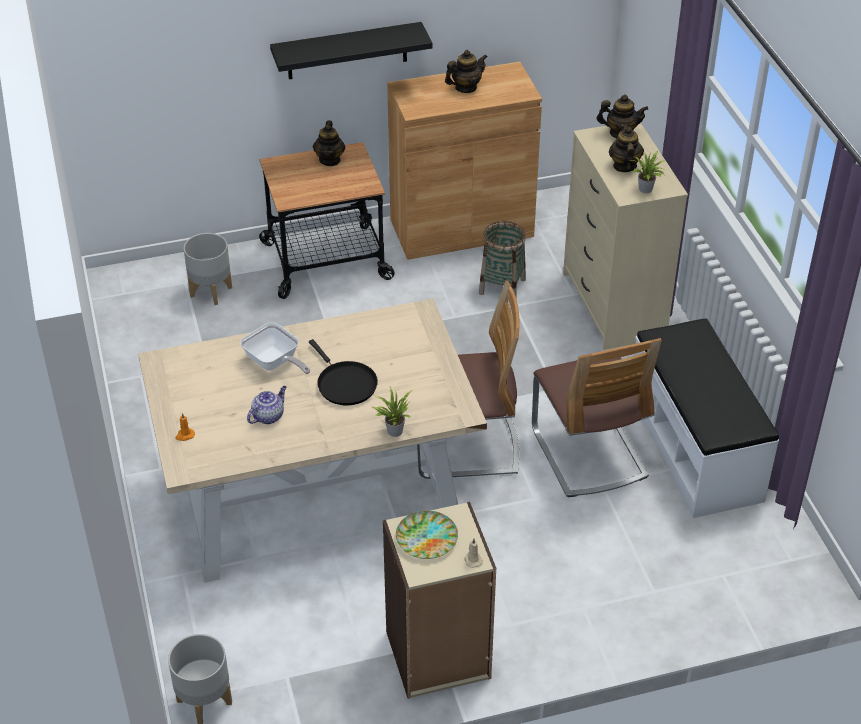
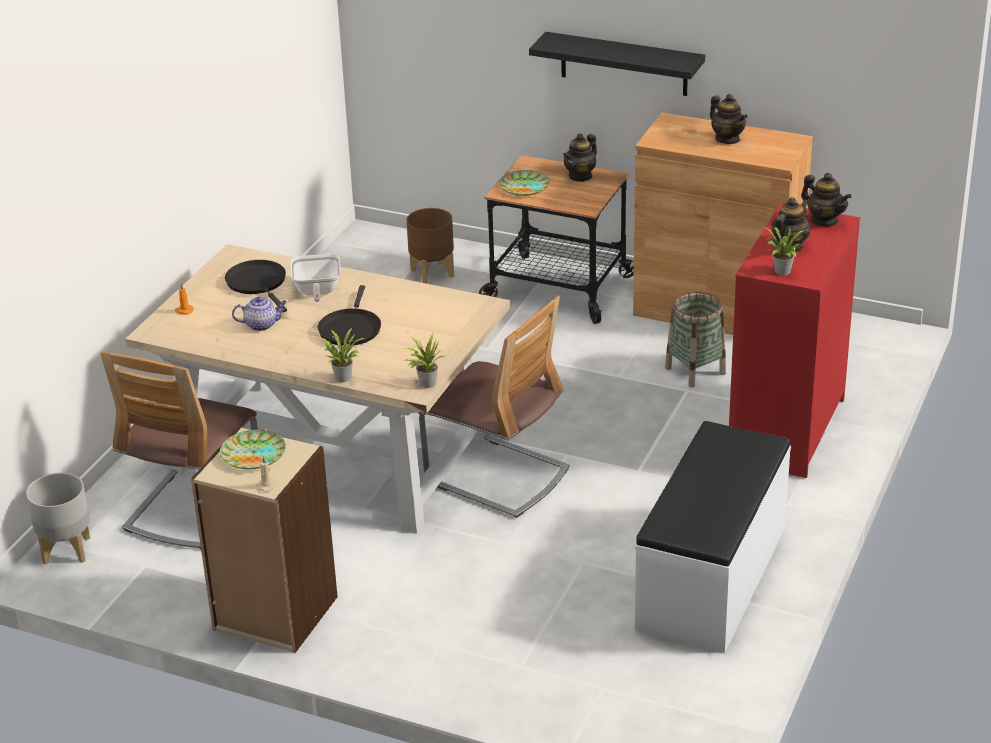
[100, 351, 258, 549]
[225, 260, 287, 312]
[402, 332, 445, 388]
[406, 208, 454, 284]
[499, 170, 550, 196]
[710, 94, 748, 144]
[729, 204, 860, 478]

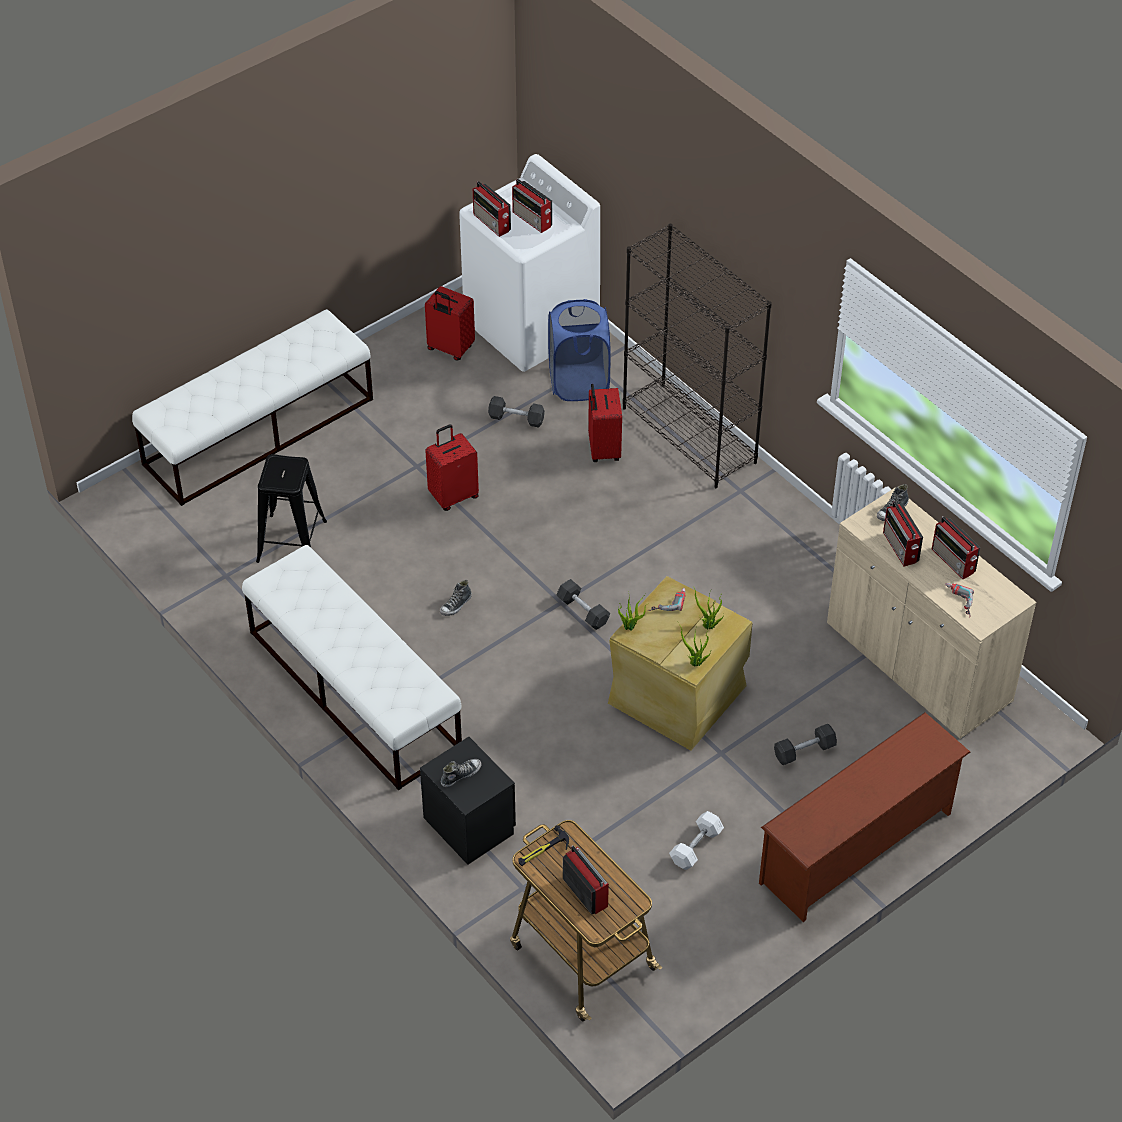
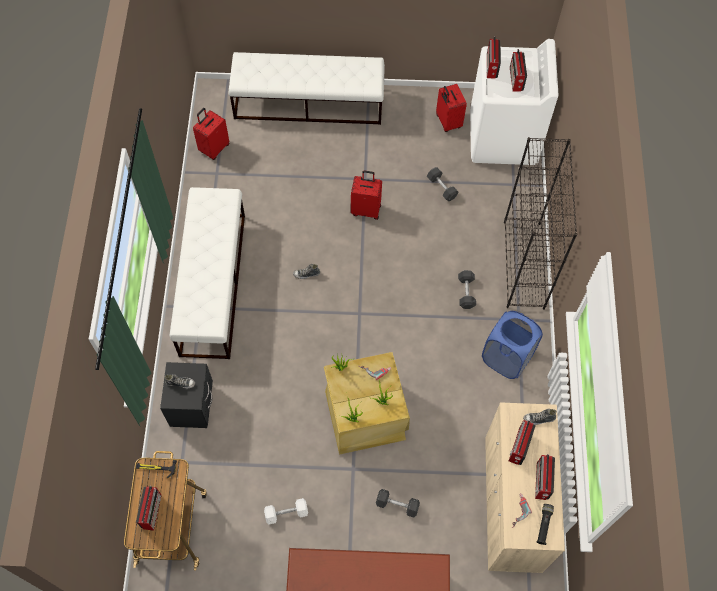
[193, 108, 229, 160]
[458, 270, 476, 309]
[482, 311, 543, 379]
[537, 504, 554, 545]
[256, 454, 327, 563] (first image)

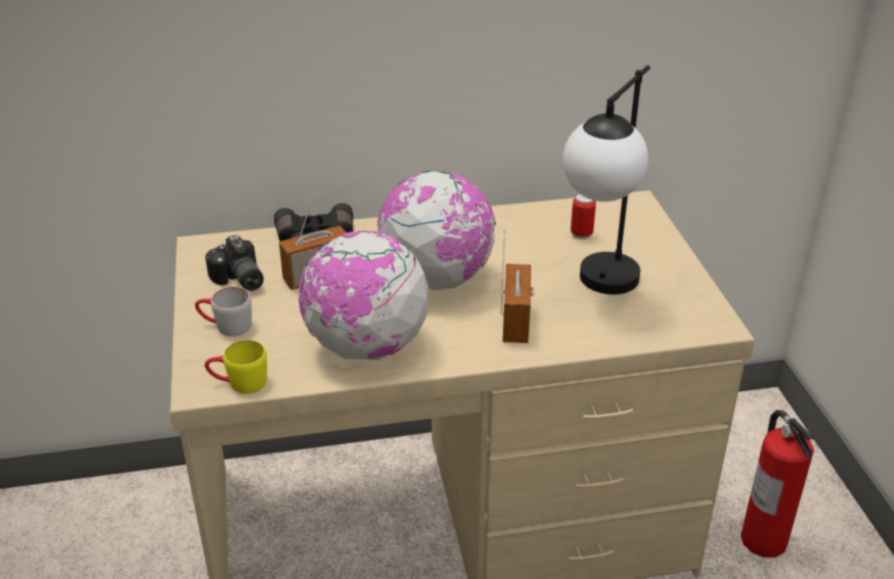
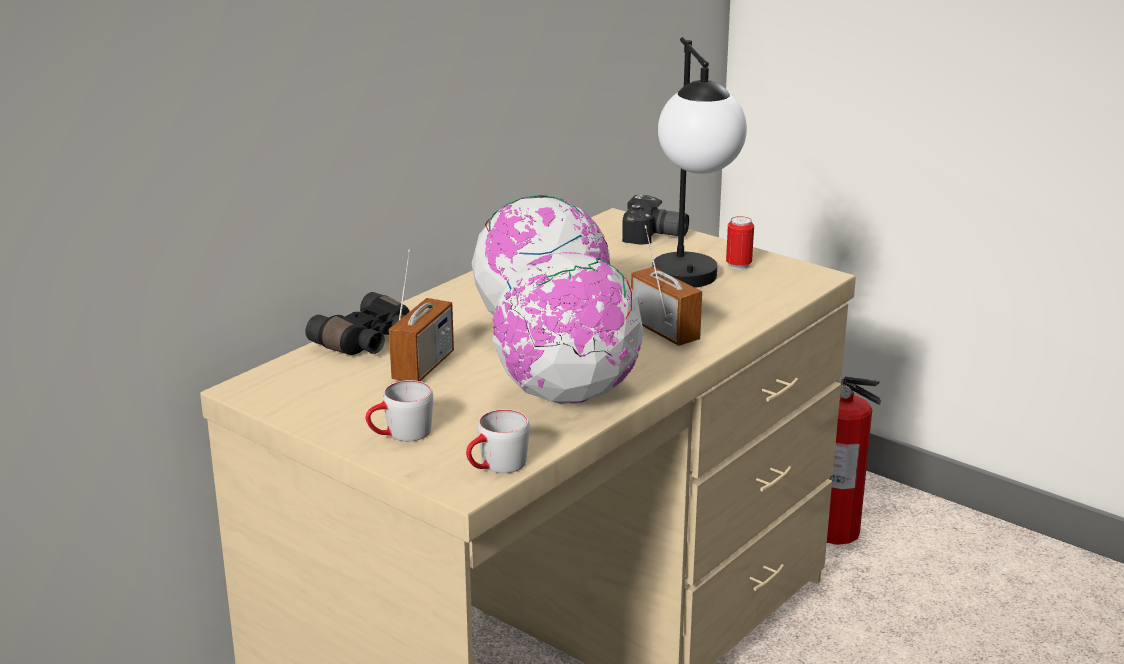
[466, 409, 530, 473]
[622, 195, 689, 245]
[726, 216, 754, 270]

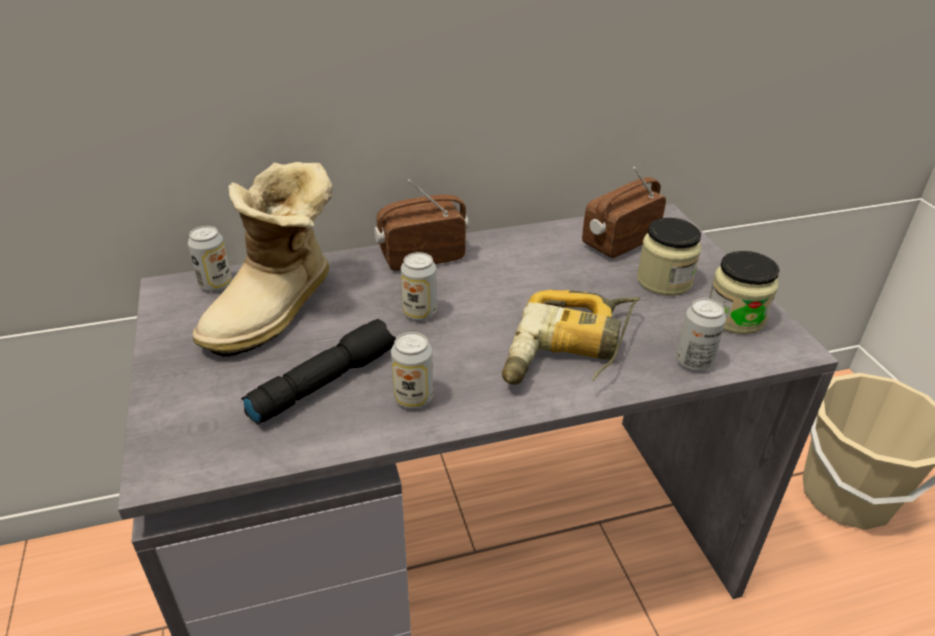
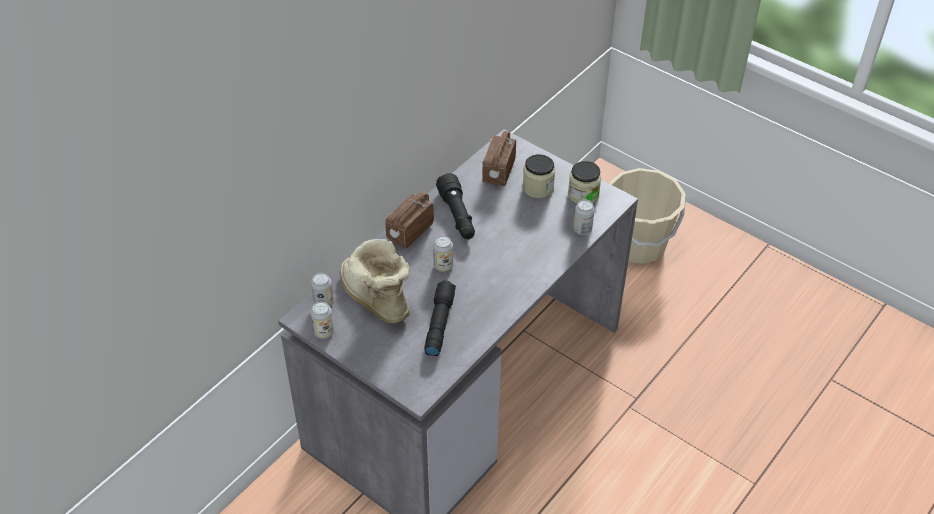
[311, 302, 334, 339]
[340, 239, 410, 324]
[436, 173, 475, 239]
[502, 290, 640, 385] (first image)

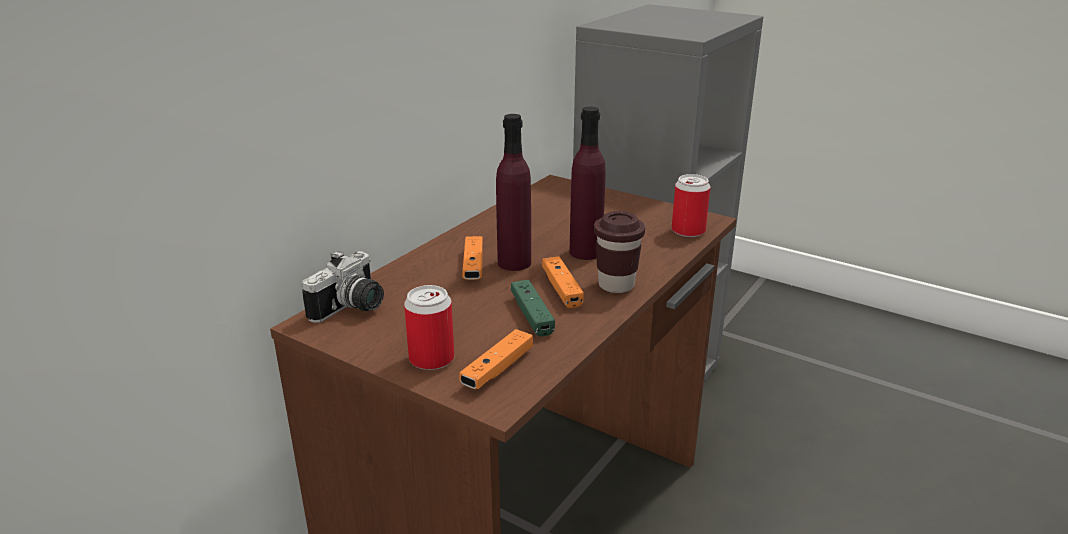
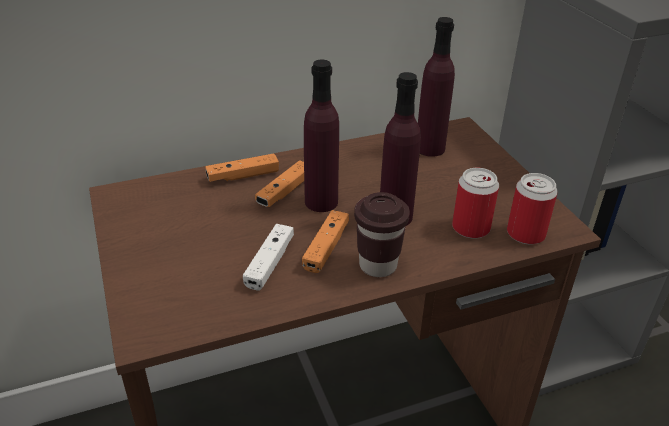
[205, 154, 279, 182]
[243, 224, 294, 290]
[418, 17, 455, 157]
[452, 168, 499, 239]
[302, 251, 384, 323] (first image)

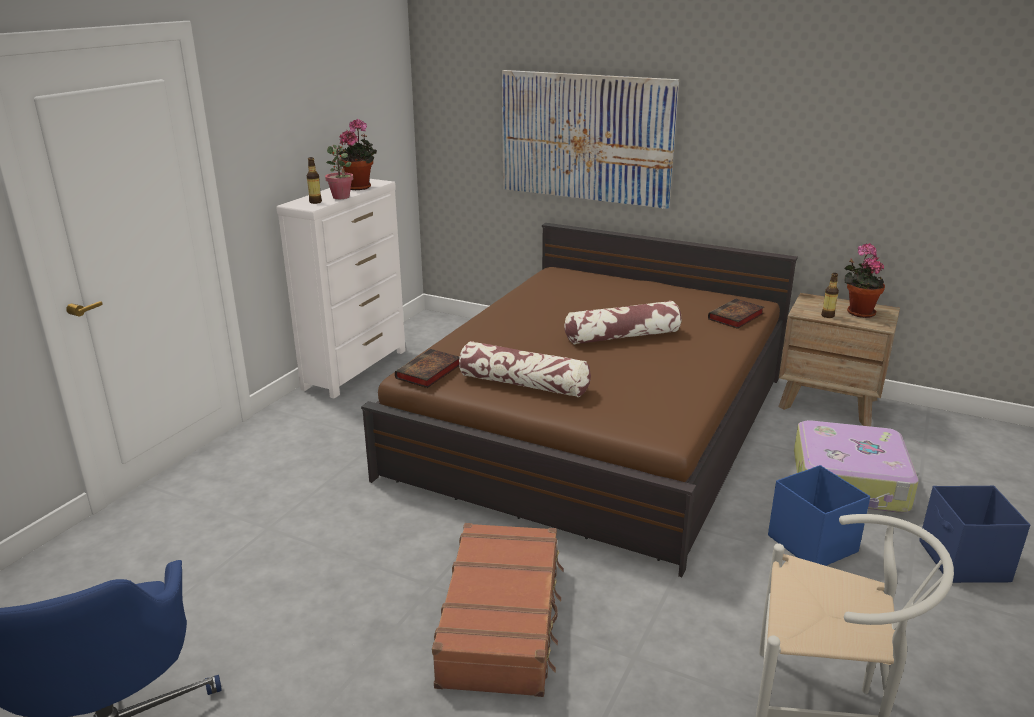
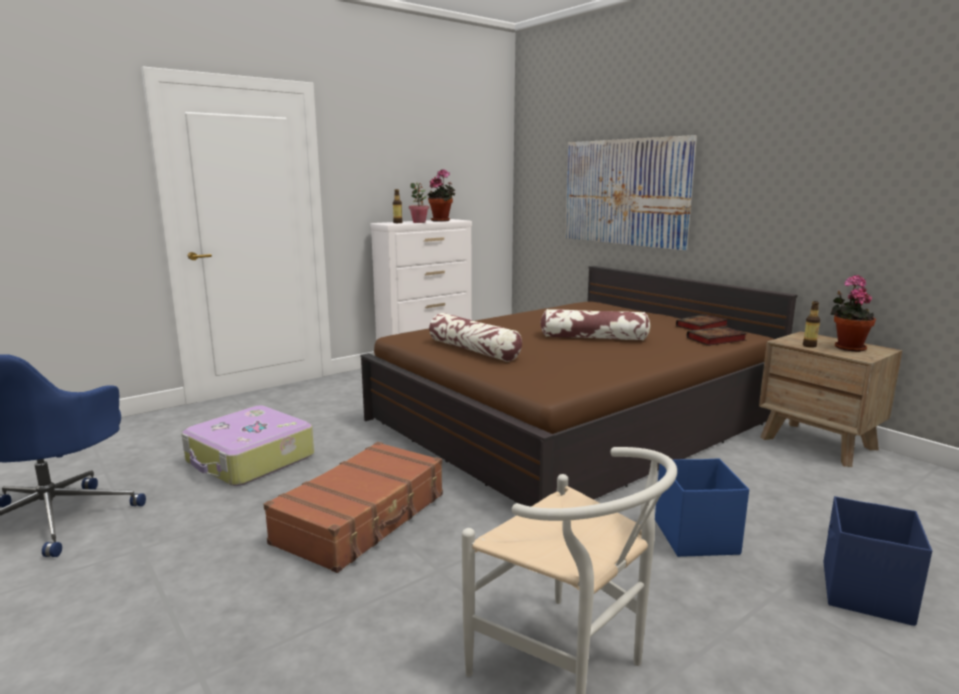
[182, 405, 314, 486]
[676, 314, 729, 330]

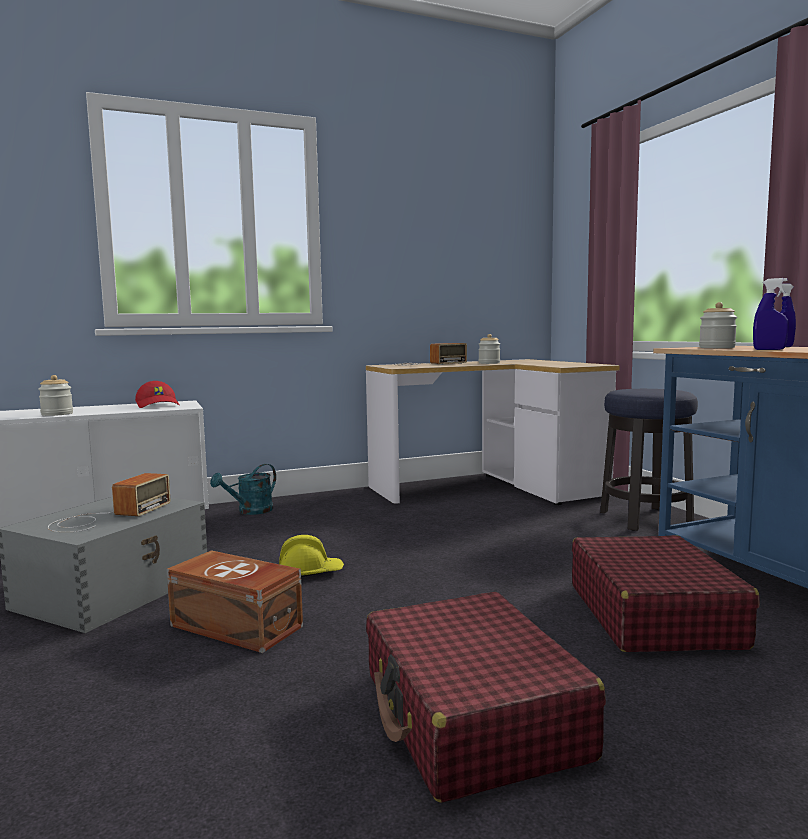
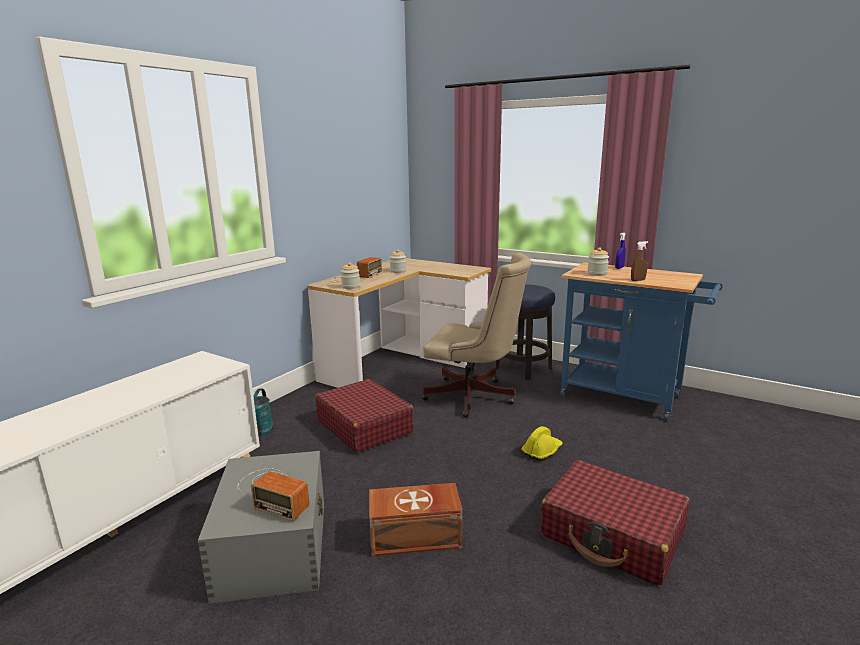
[237, 468, 310, 521]
[315, 379, 414, 453]
[341, 262, 360, 289]
[422, 253, 531, 417]
[521, 426, 563, 461]
[631, 241, 648, 281]
[135, 381, 180, 408] (first image)

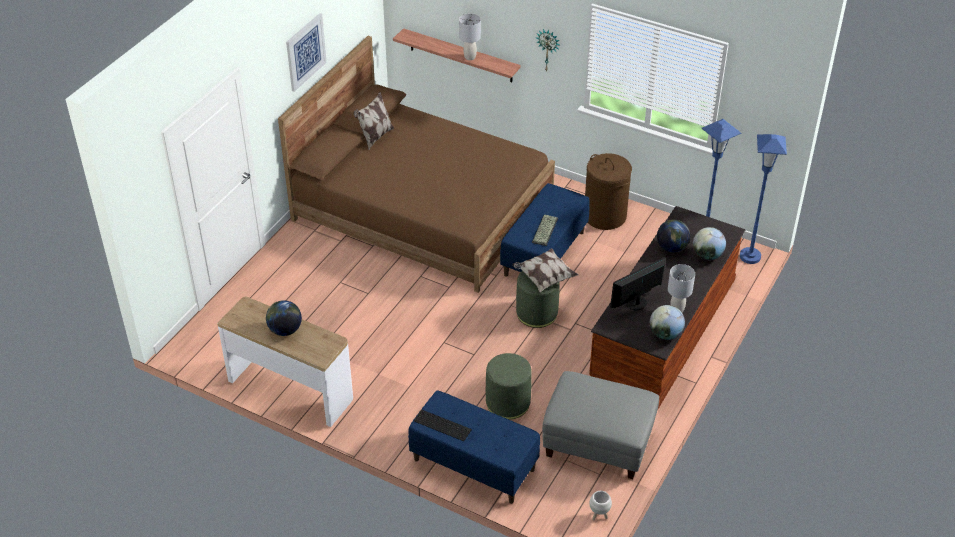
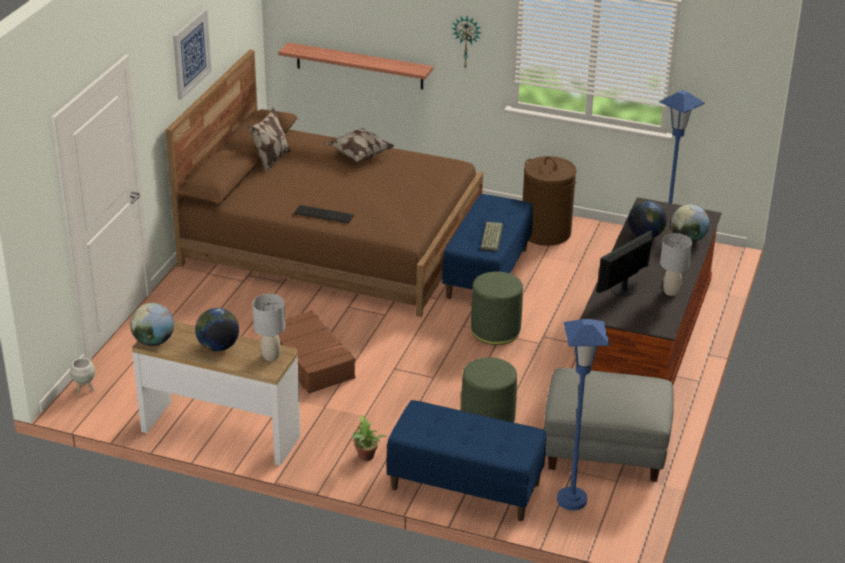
[70, 358, 95, 394]
[130, 303, 174, 346]
[252, 294, 286, 361]
[278, 310, 355, 394]
[294, 205, 354, 224]
[323, 128, 394, 162]
[352, 415, 386, 461]
[557, 319, 610, 511]

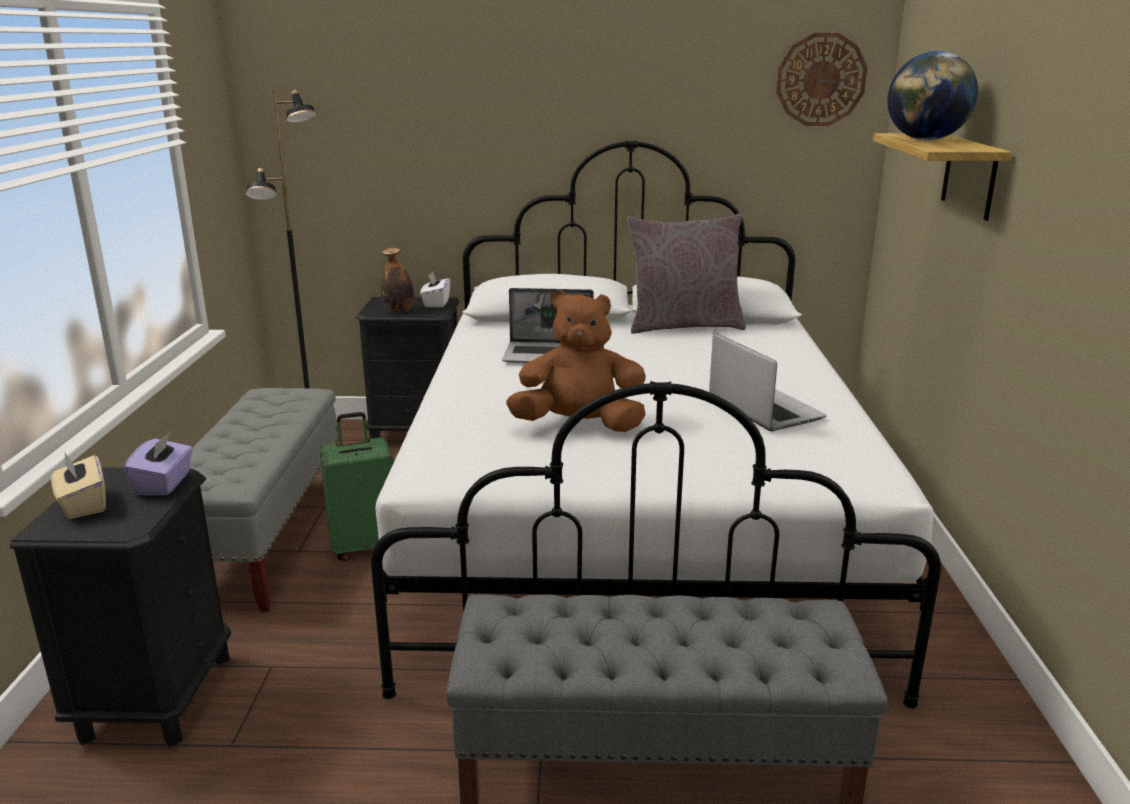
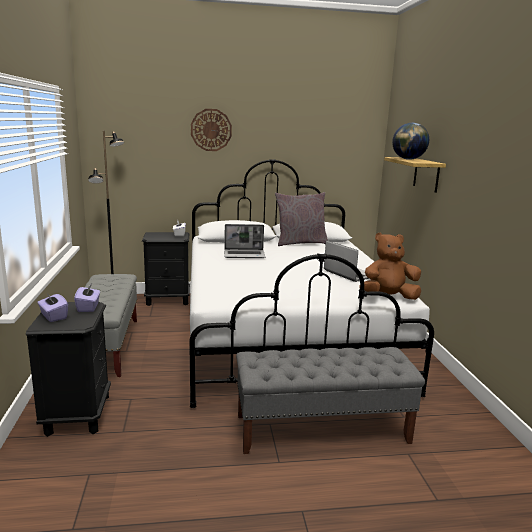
[37, 293, 68, 322]
[191, 109, 232, 151]
[364, 233, 421, 300]
[320, 412, 394, 561] (first image)
[381, 248, 414, 313] (first image)

